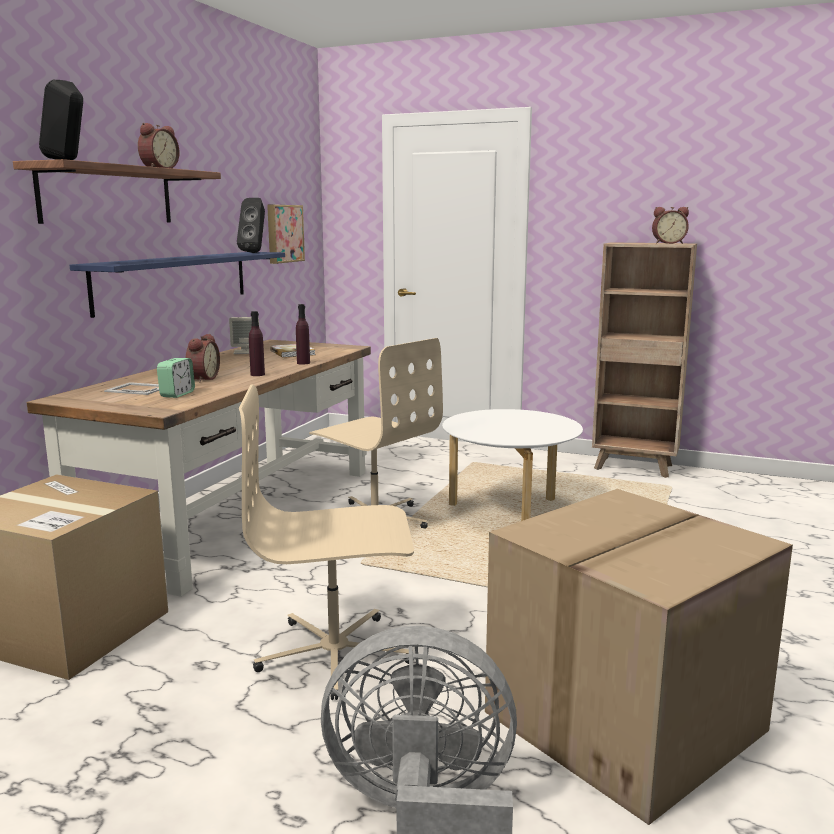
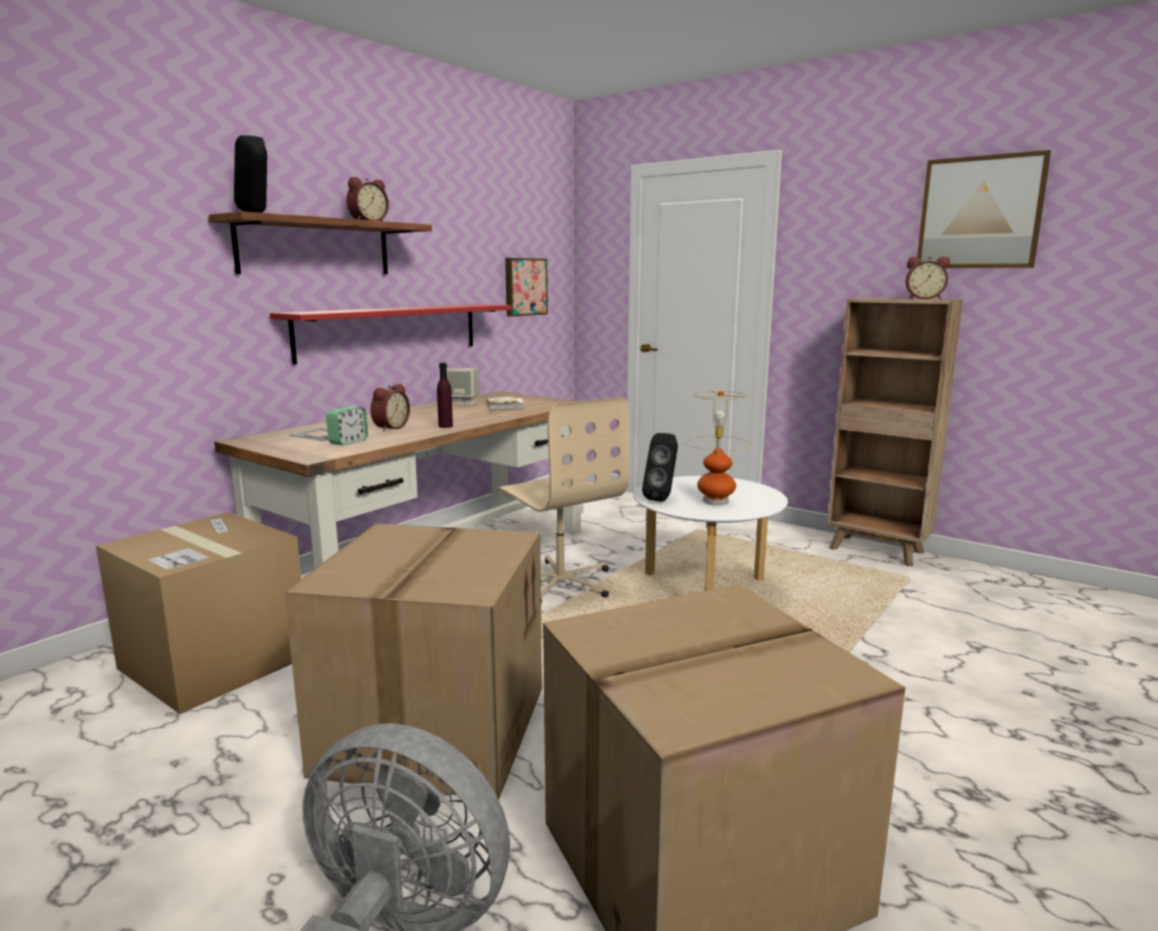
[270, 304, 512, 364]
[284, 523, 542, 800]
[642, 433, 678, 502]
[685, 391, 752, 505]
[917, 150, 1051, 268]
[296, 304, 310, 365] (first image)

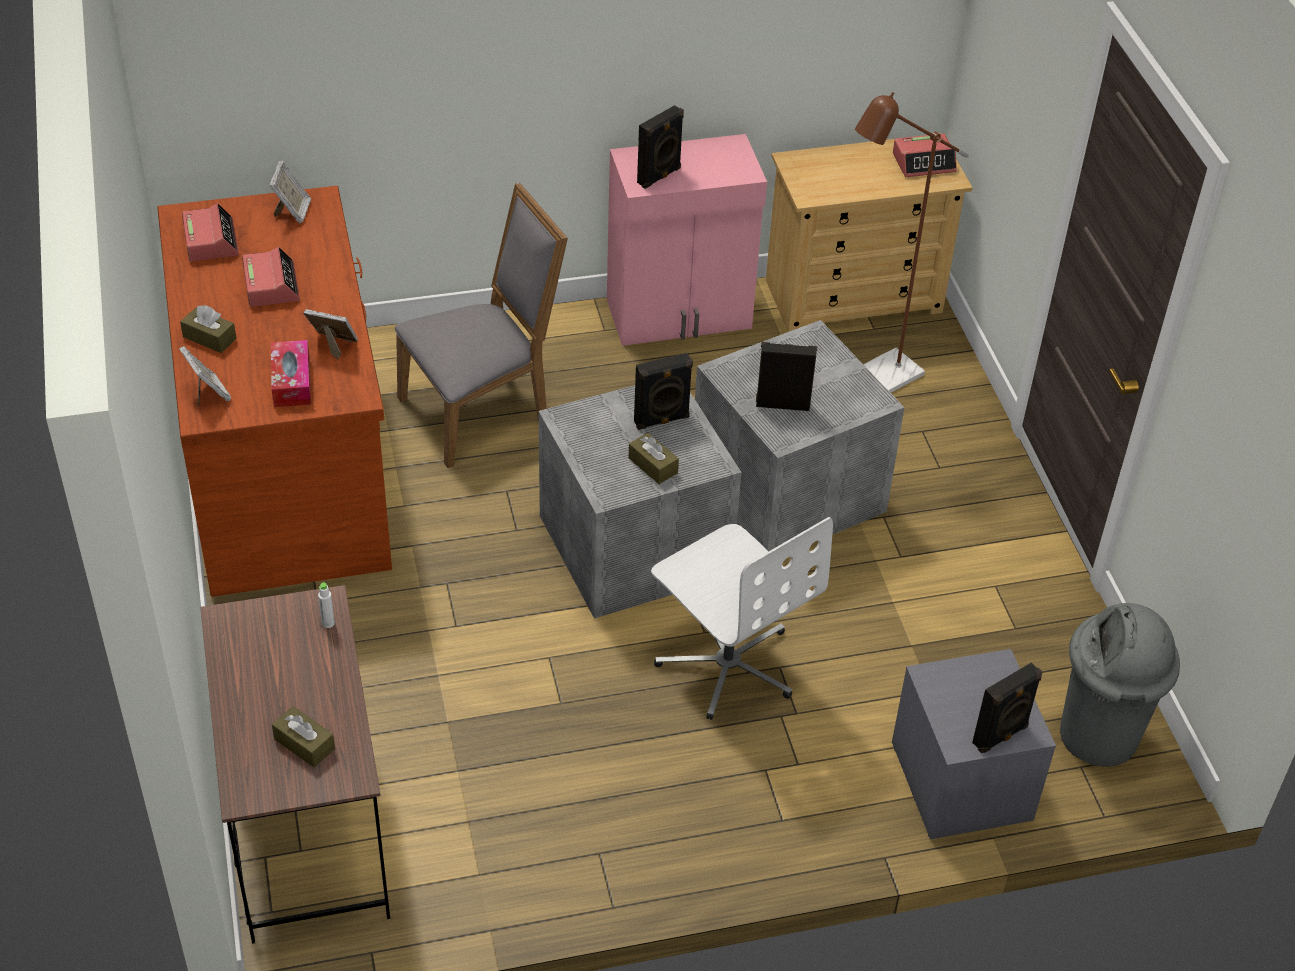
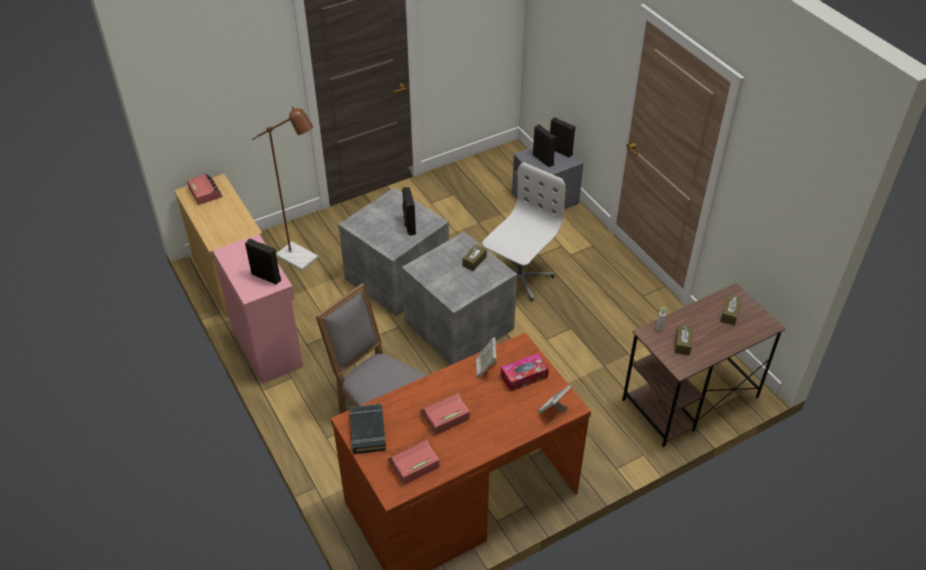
[349, 404, 386, 454]
[533, 124, 556, 167]
[675, 325, 693, 355]
[1060, 603, 1180, 767] (first image)

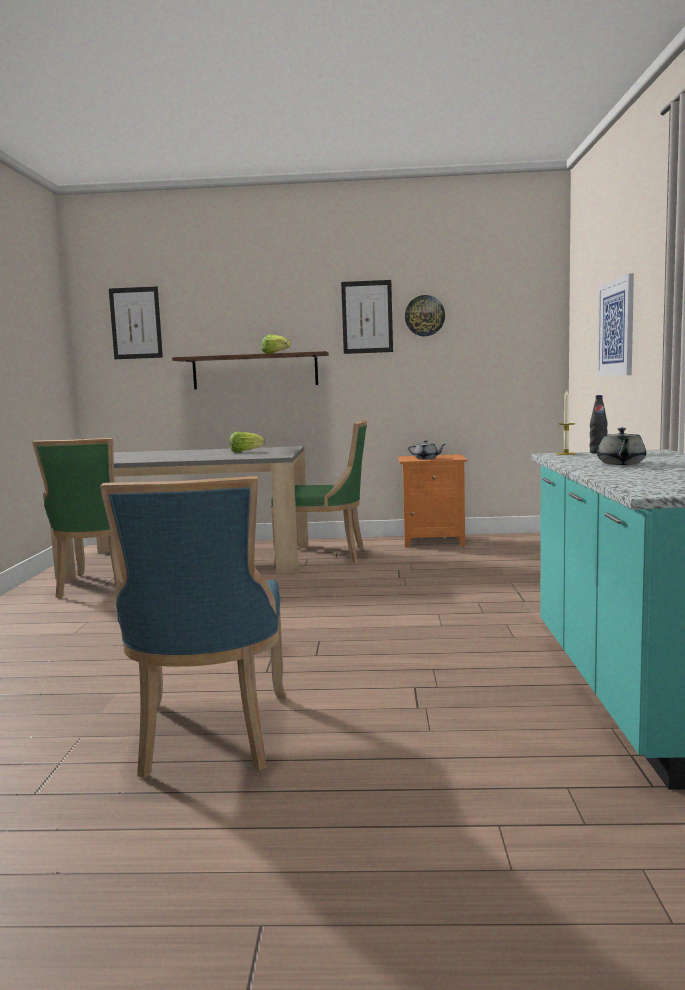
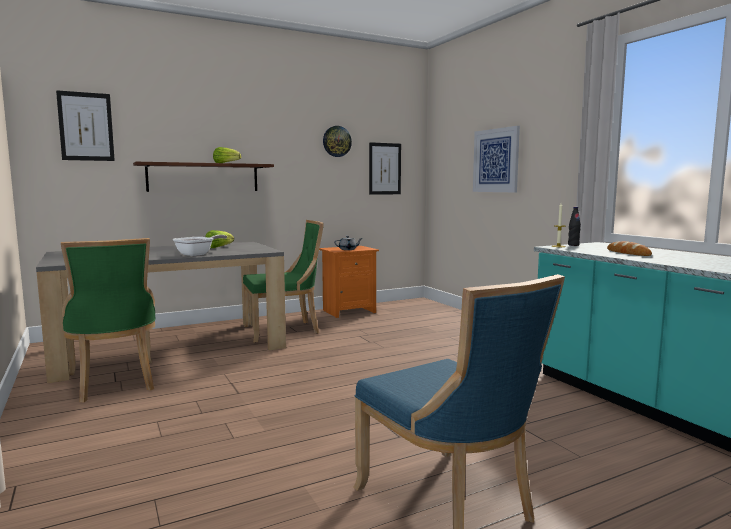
[173, 235, 227, 256]
[369, 142, 401, 195]
[607, 241, 652, 256]

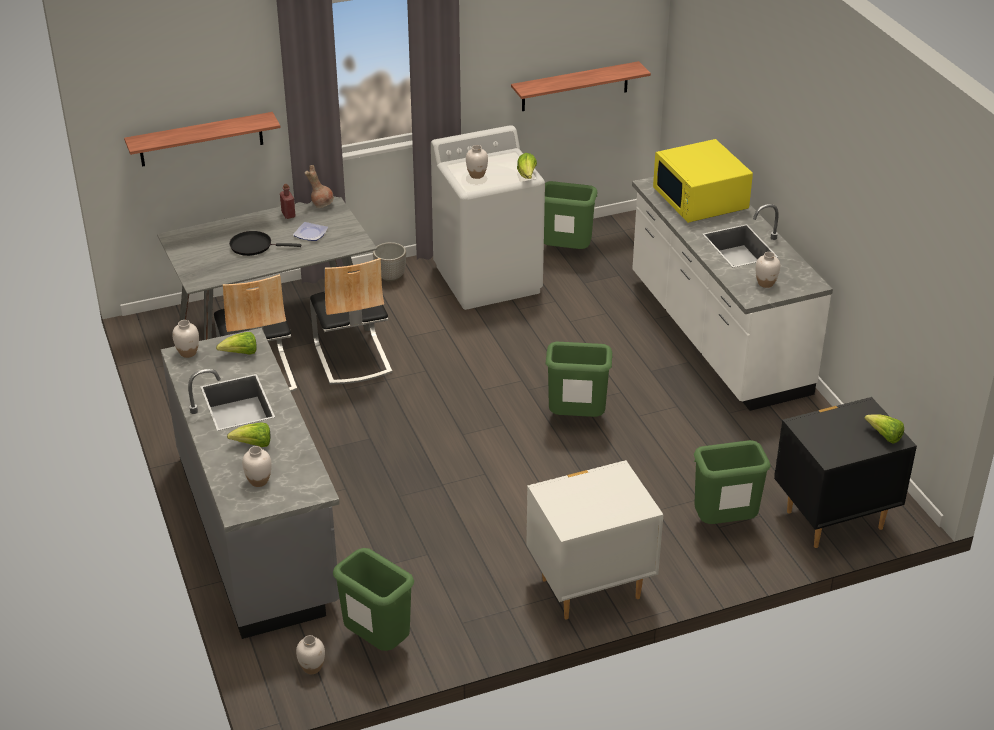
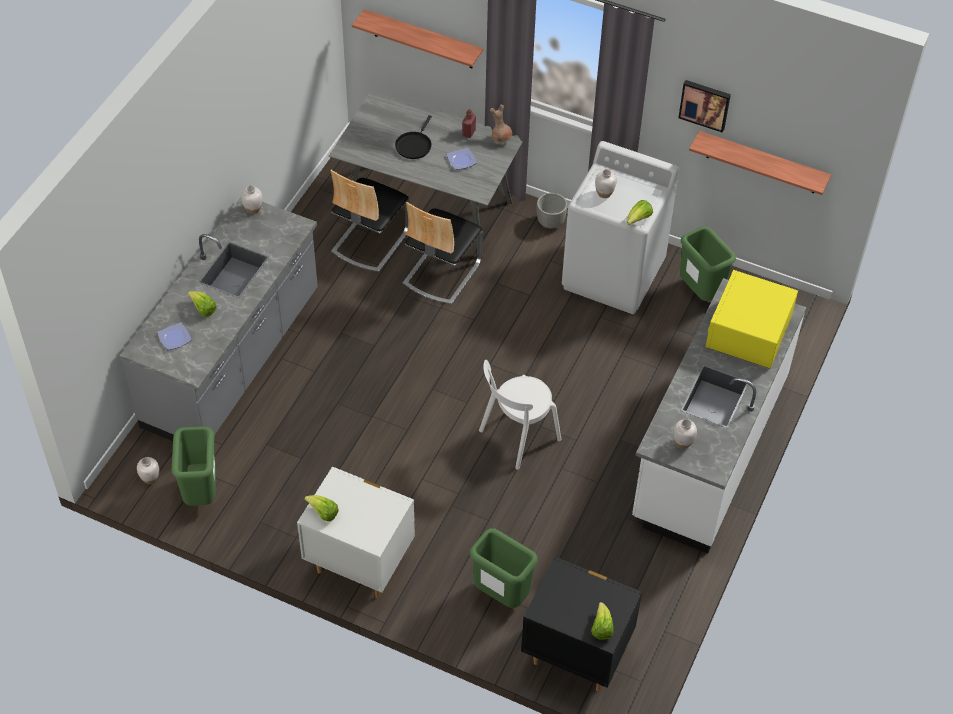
[157, 322, 192, 350]
[304, 495, 339, 522]
[395, 115, 432, 159]
[479, 360, 561, 470]
[678, 80, 731, 133]

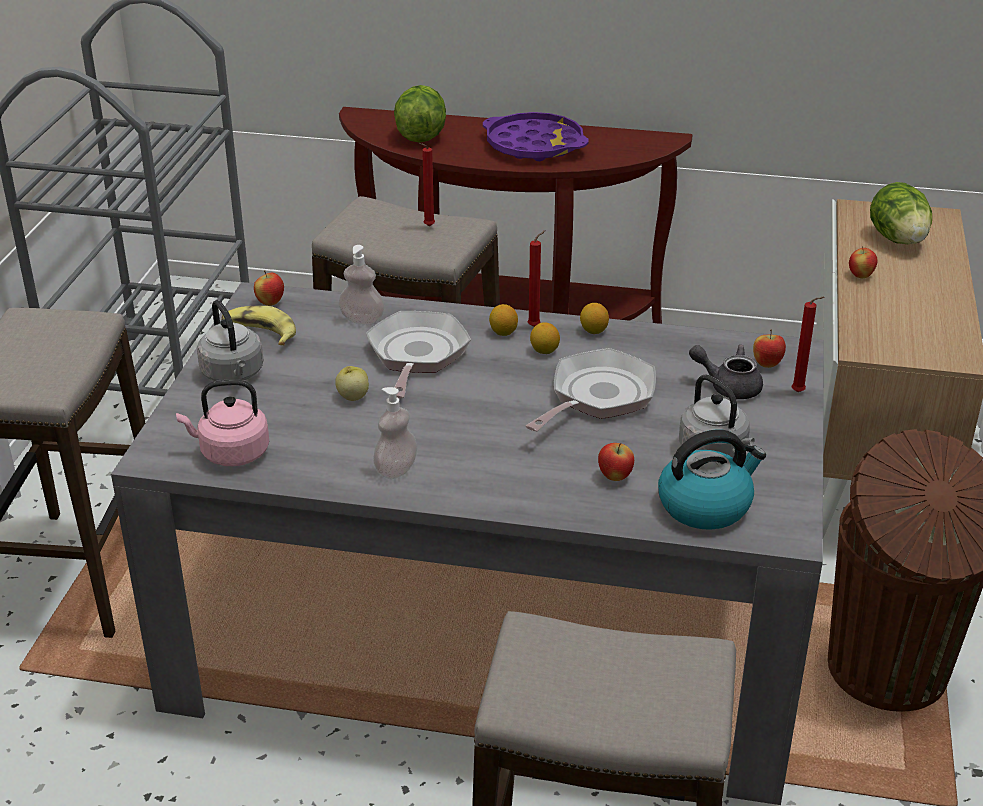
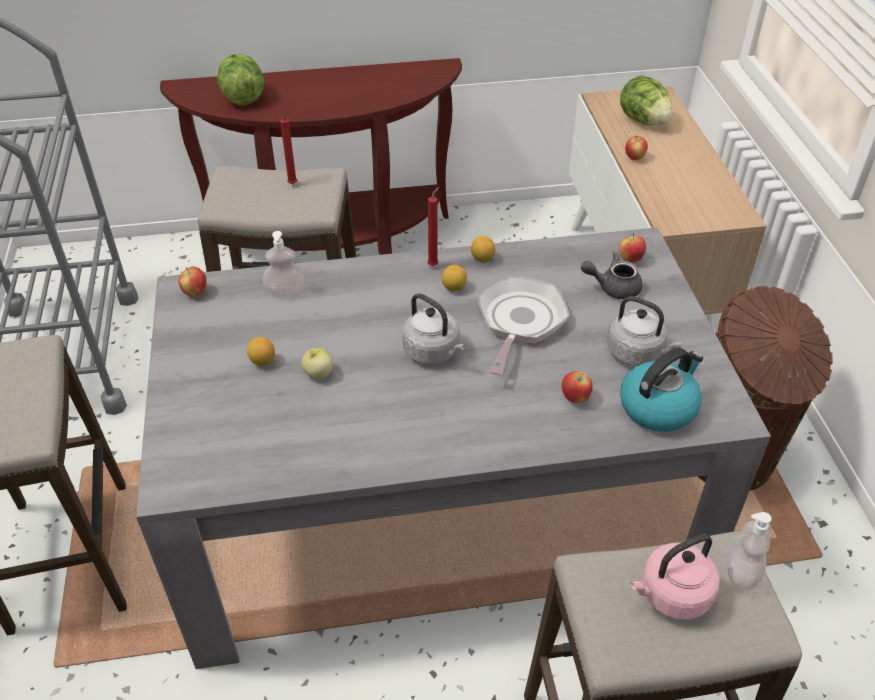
[247, 337, 275, 366]
[402, 293, 465, 365]
[630, 534, 720, 620]
[726, 512, 772, 590]
[221, 306, 296, 345] (first image)
[366, 311, 471, 398] (first image)
[483, 112, 589, 161] (first image)
[792, 297, 824, 392] (first image)

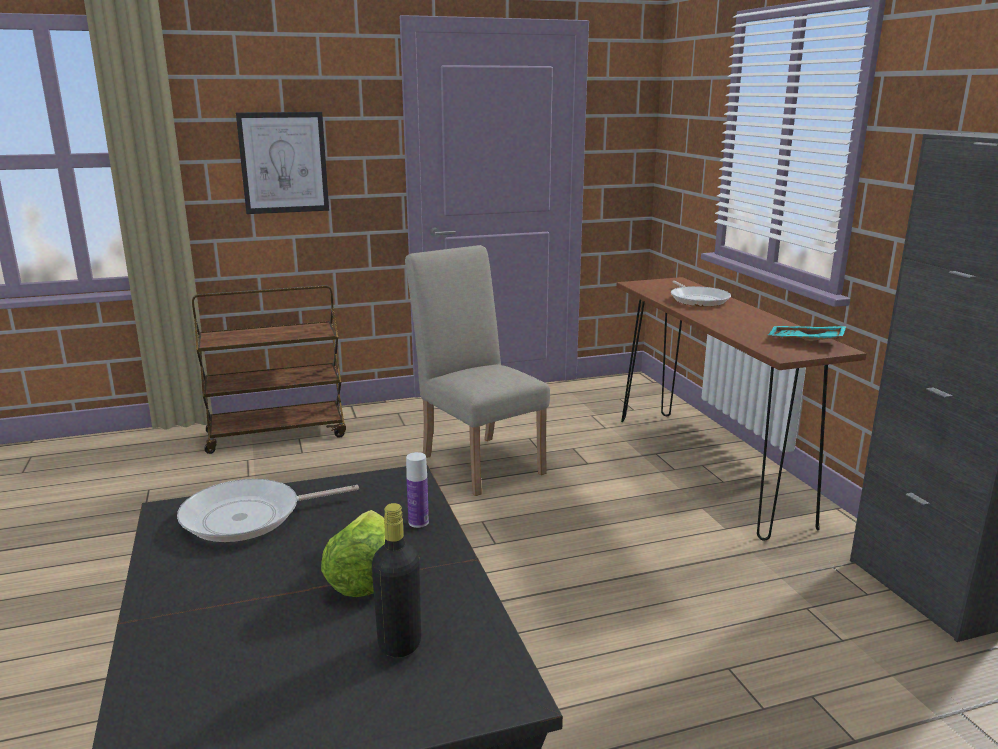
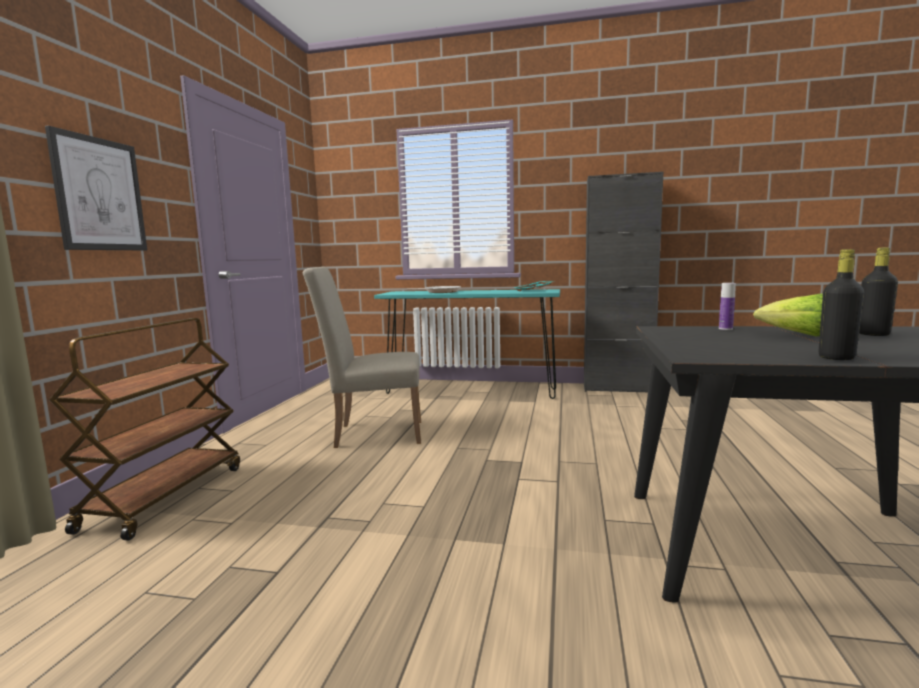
[374, 289, 560, 399]
[819, 249, 864, 360]
[177, 479, 359, 542] (first image)

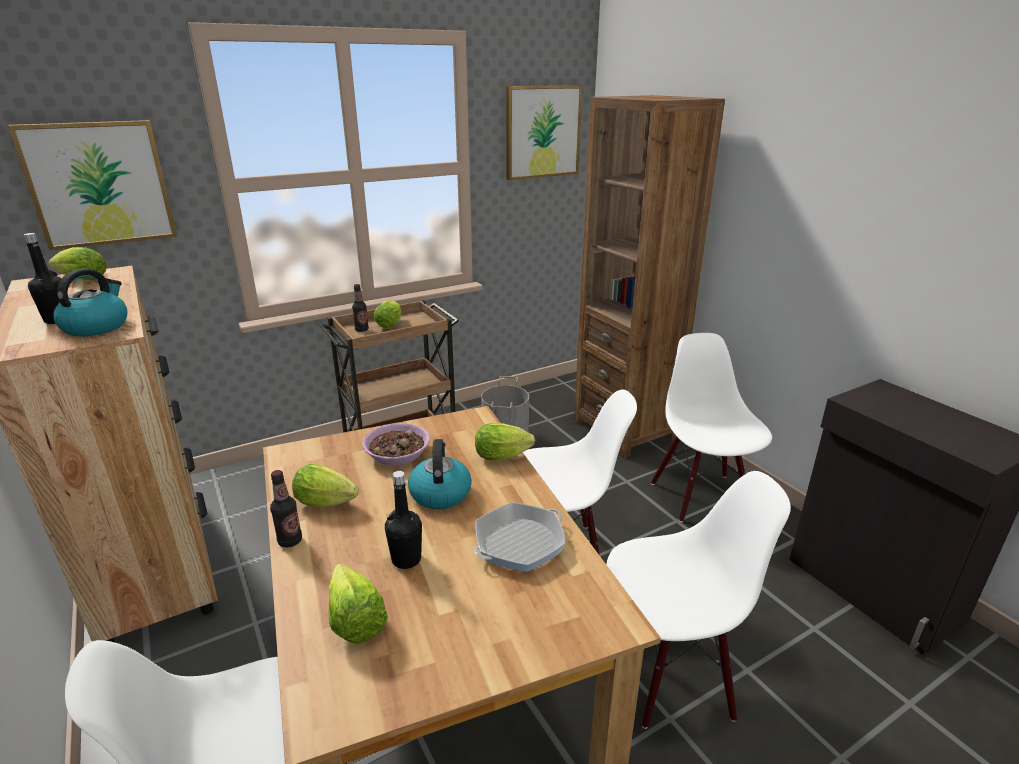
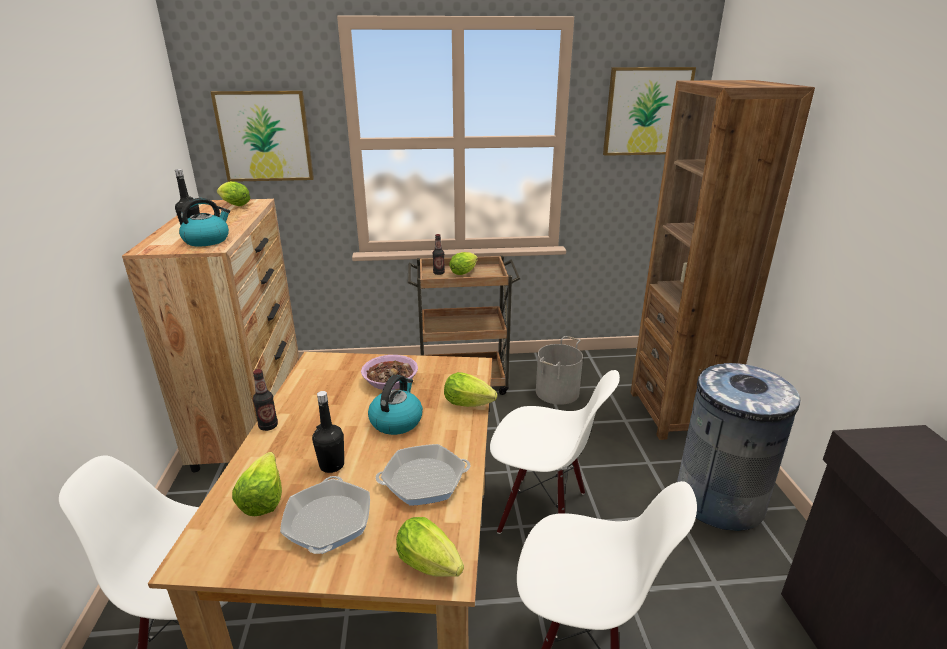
[280, 476, 370, 554]
[396, 517, 464, 577]
[677, 363, 800, 531]

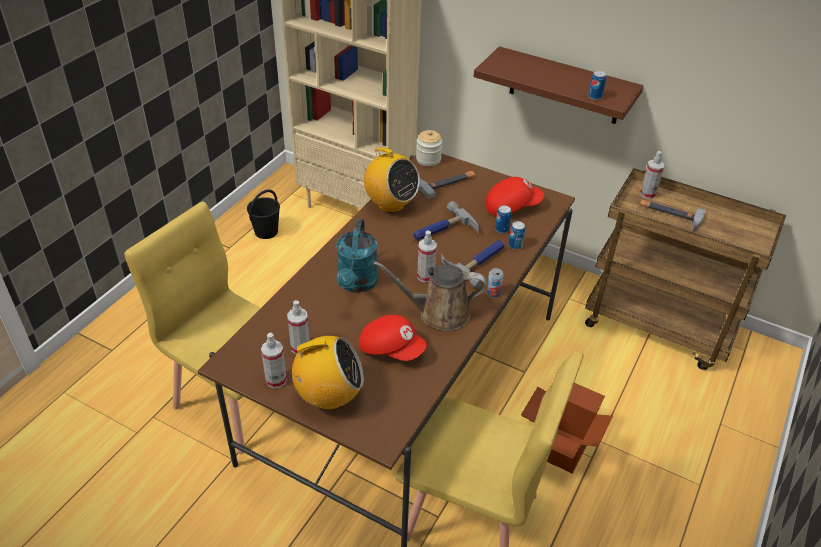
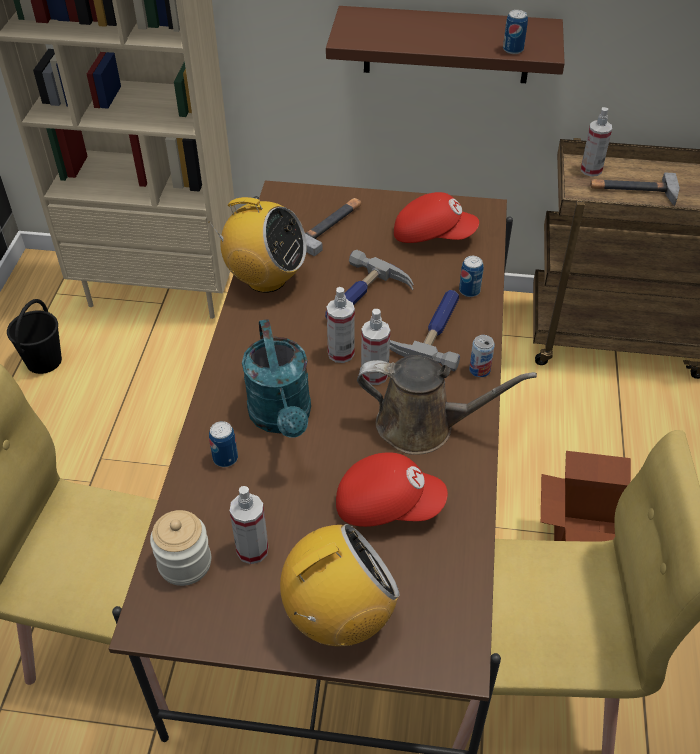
[150, 510, 211, 586]
[209, 421, 238, 467]
[327, 287, 355, 363]
[357, 355, 537, 455]
[394, 192, 479, 243]

